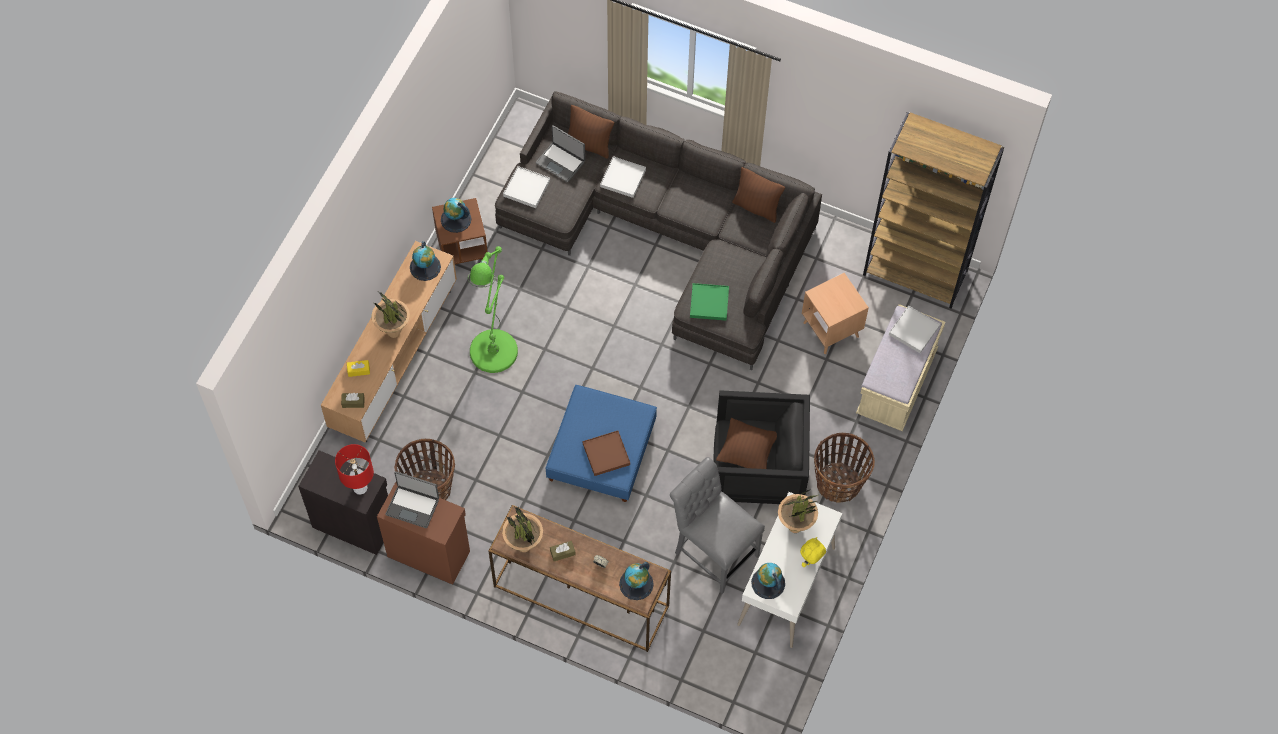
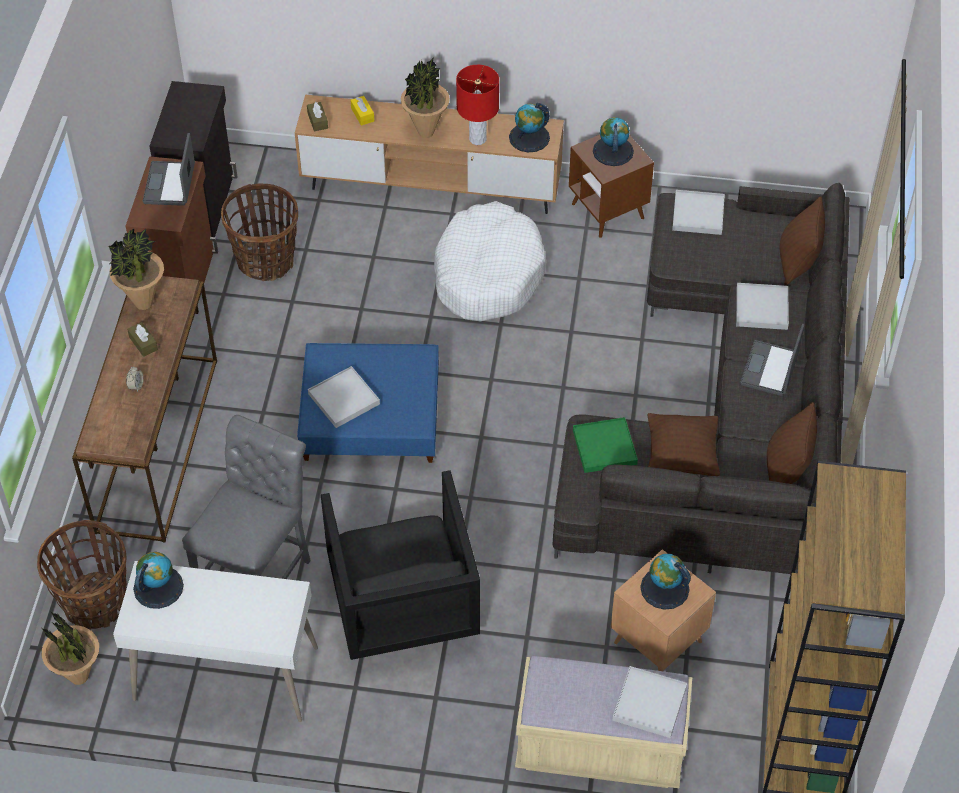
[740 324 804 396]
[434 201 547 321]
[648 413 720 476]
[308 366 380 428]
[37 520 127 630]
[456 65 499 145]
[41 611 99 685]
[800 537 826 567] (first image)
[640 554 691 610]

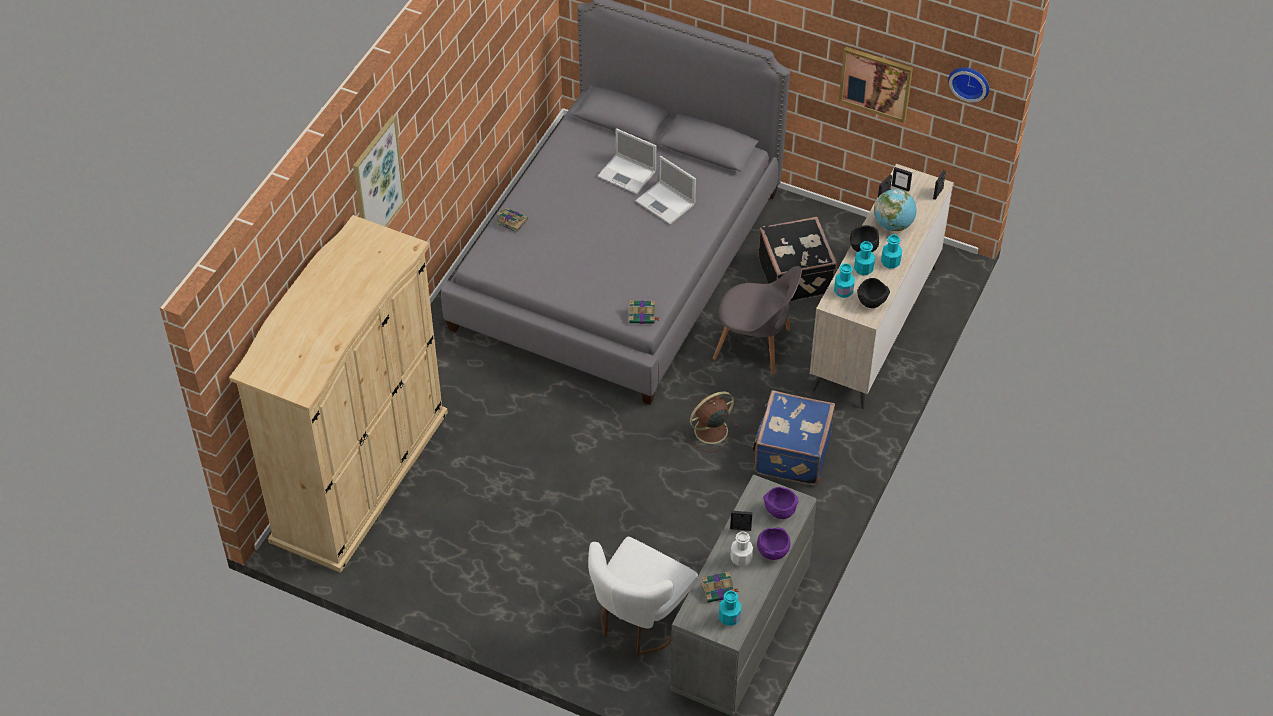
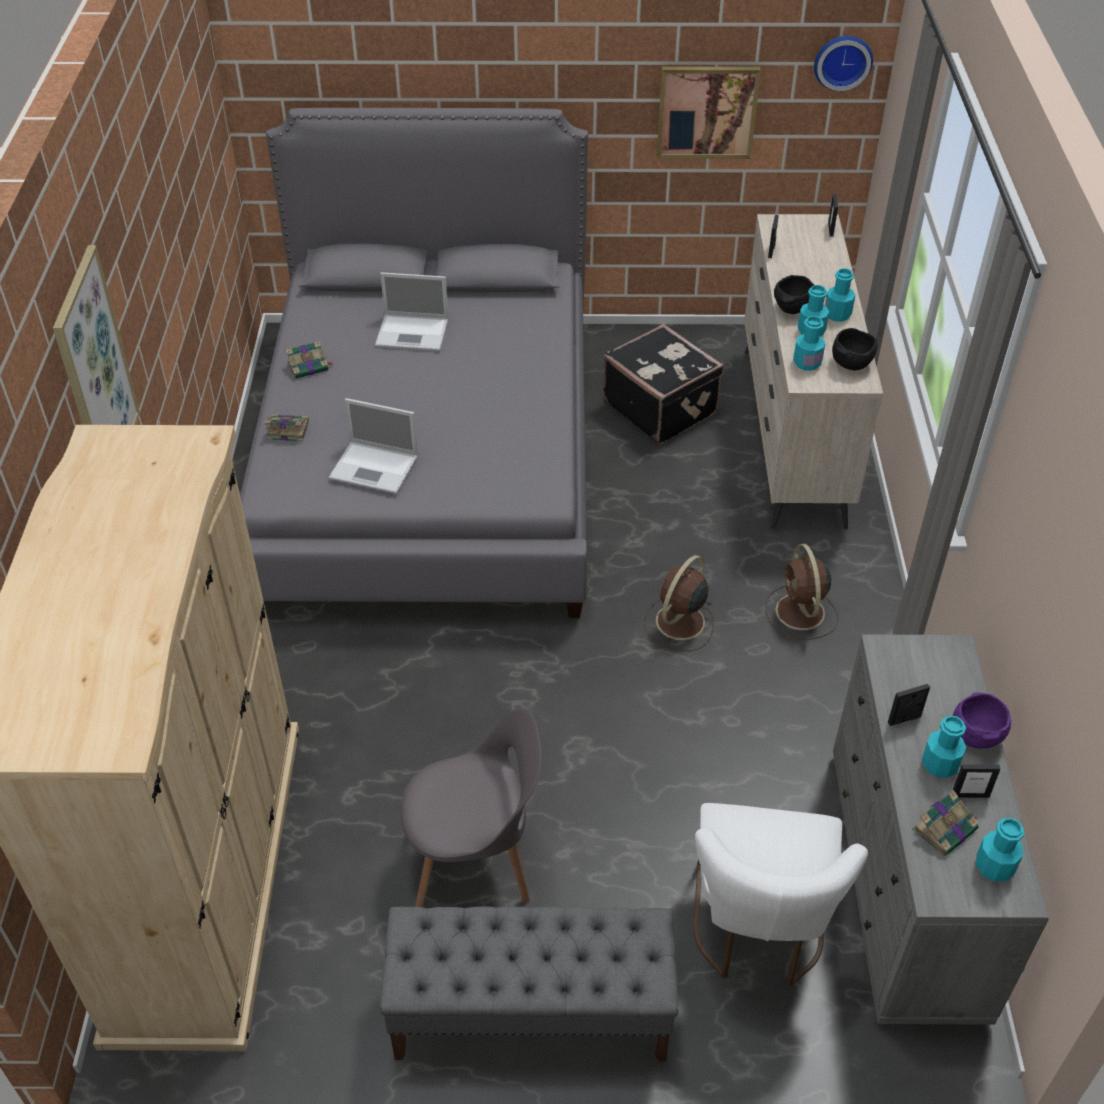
[328 398 418 494]
[953 764 1000 798]
[874 189 917 231] (first image)
[401 708 542 907]
[286 341 334 379]
[765 544 838 640]
[763 487 798 519] (first image)
[922 716 966 778]
[380 906 678 1062]

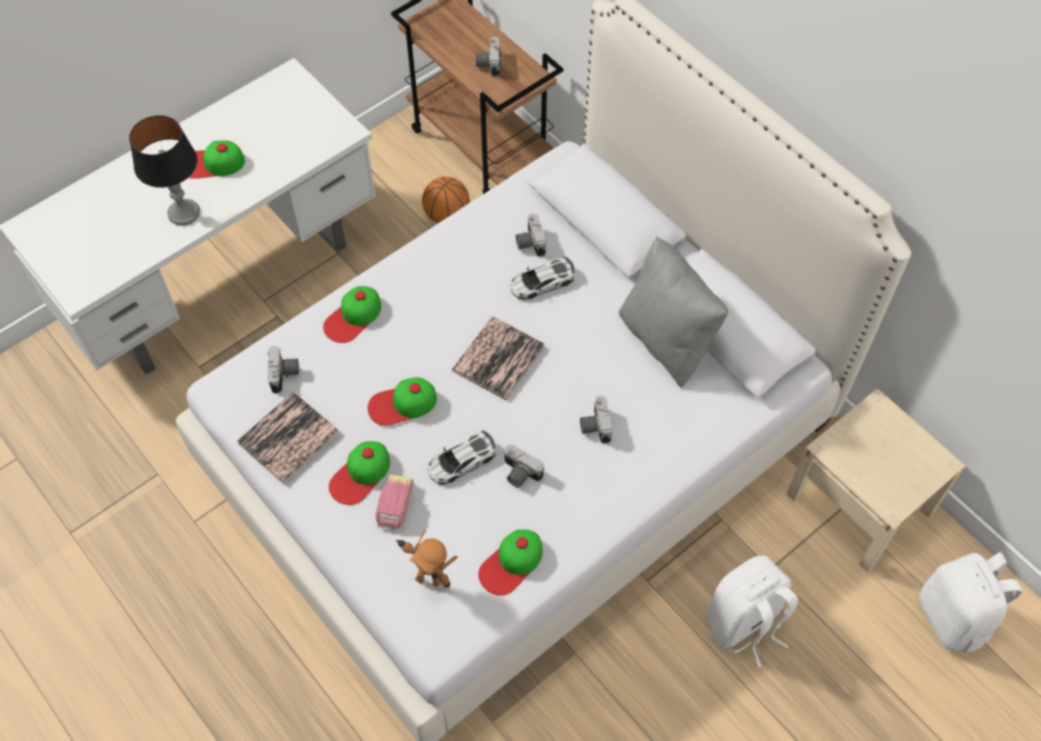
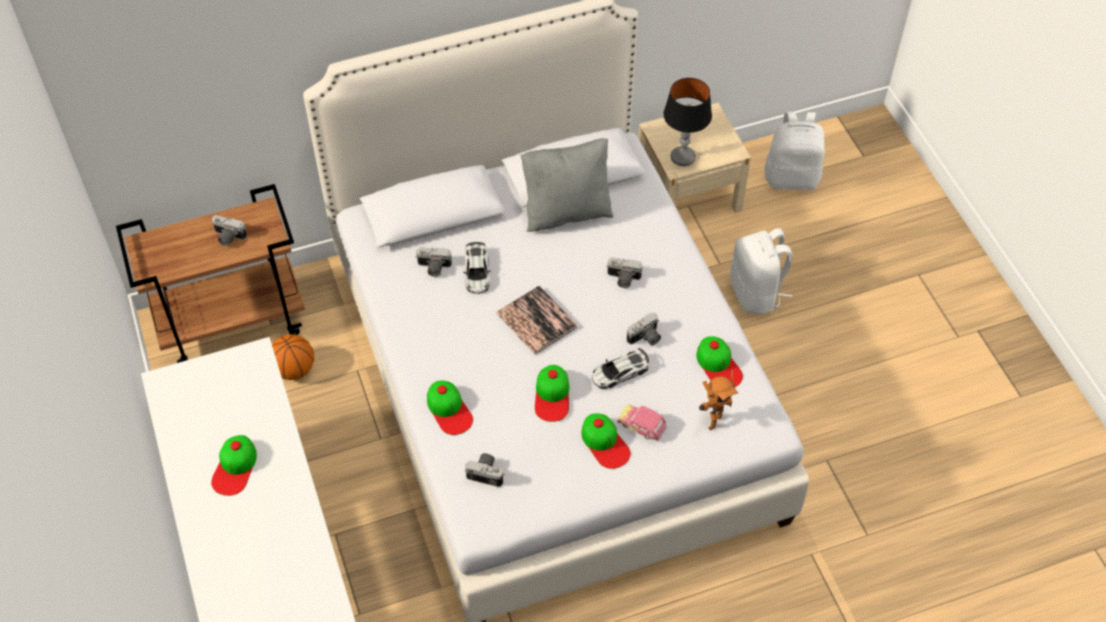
[663 78 712 166]
[237 392 339 483] (first image)
[592 348 649 389]

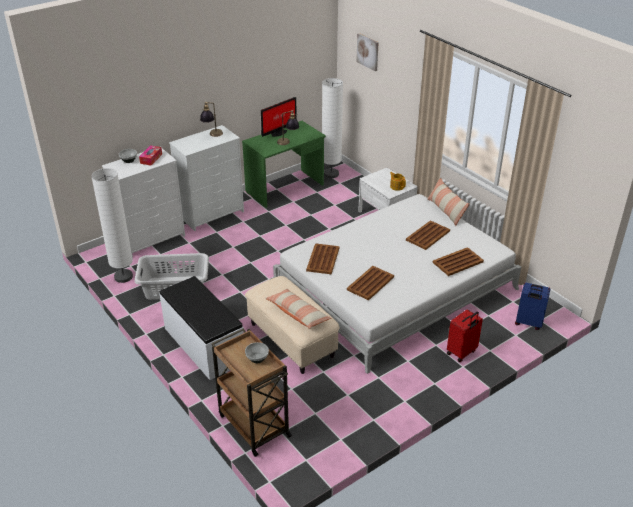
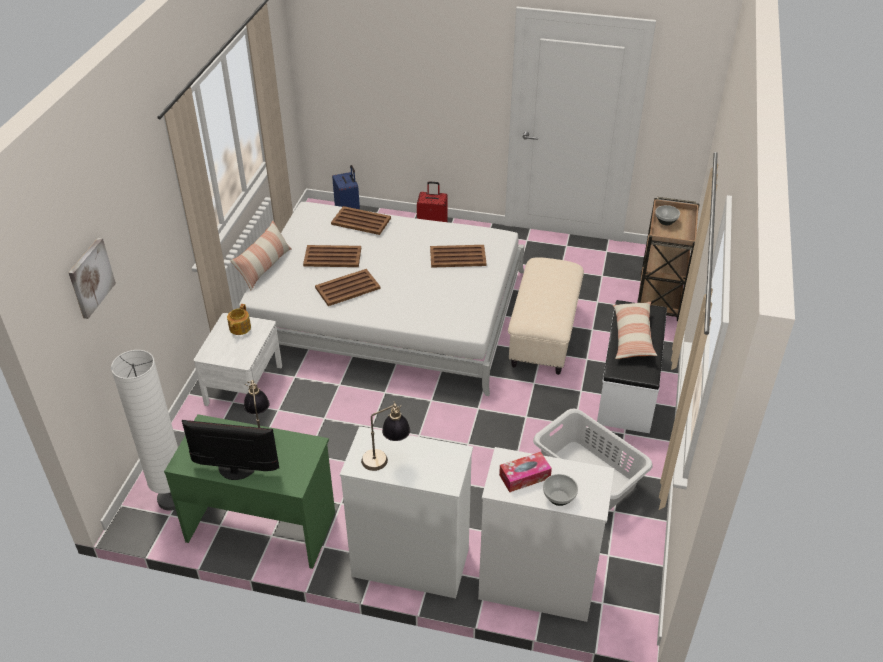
[91 168 133 283] (first image)
[315 269 381 306]
[613 302 657 359]

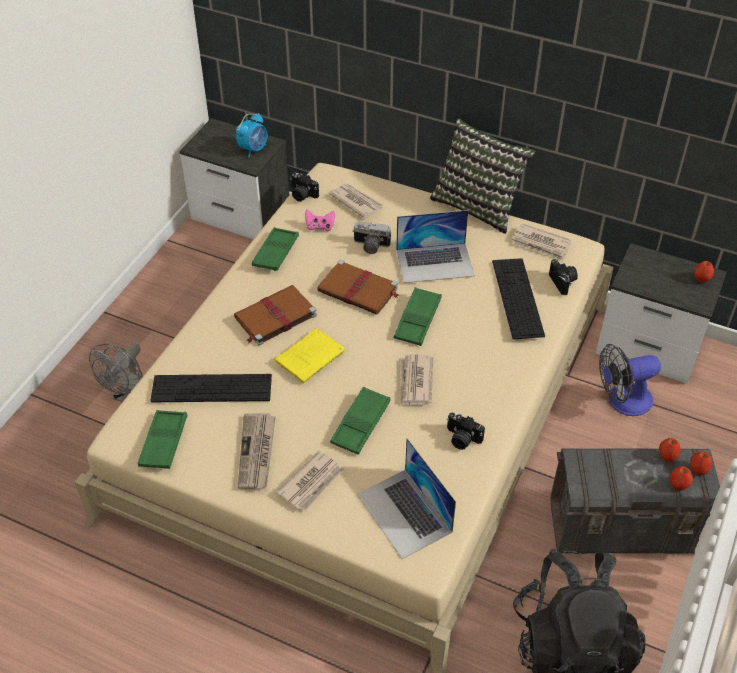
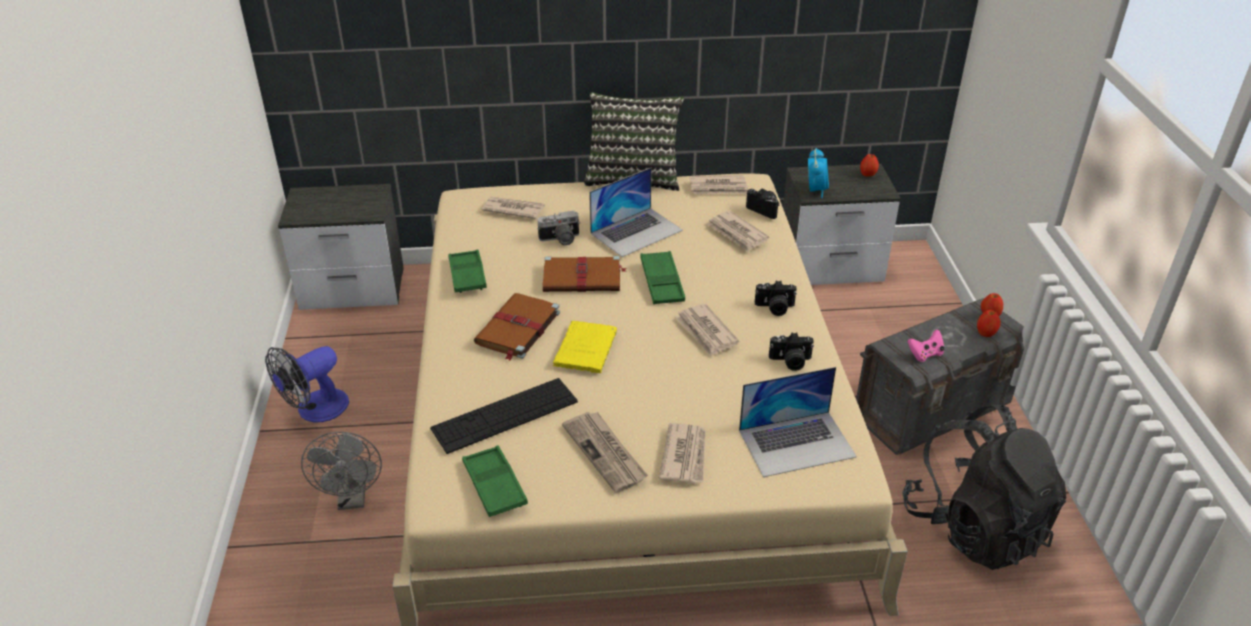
[808 148 829 198]
[755 280 797 316]
[908 329 945 362]
[707 211 769 252]
[265 346 349 422]
[330 387 391 455] (first image)
[739 367 857 477]
[659 438 681 462] (first image)

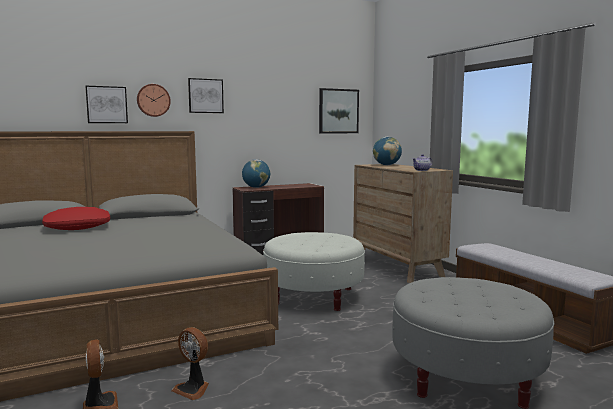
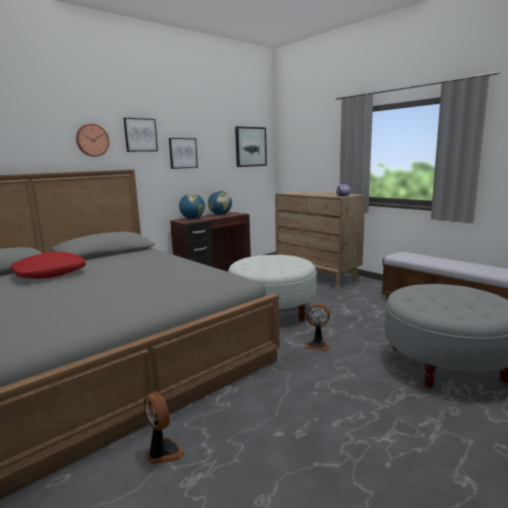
[169 138 198 169]
[208 190 232 215]
[304 303 330 351]

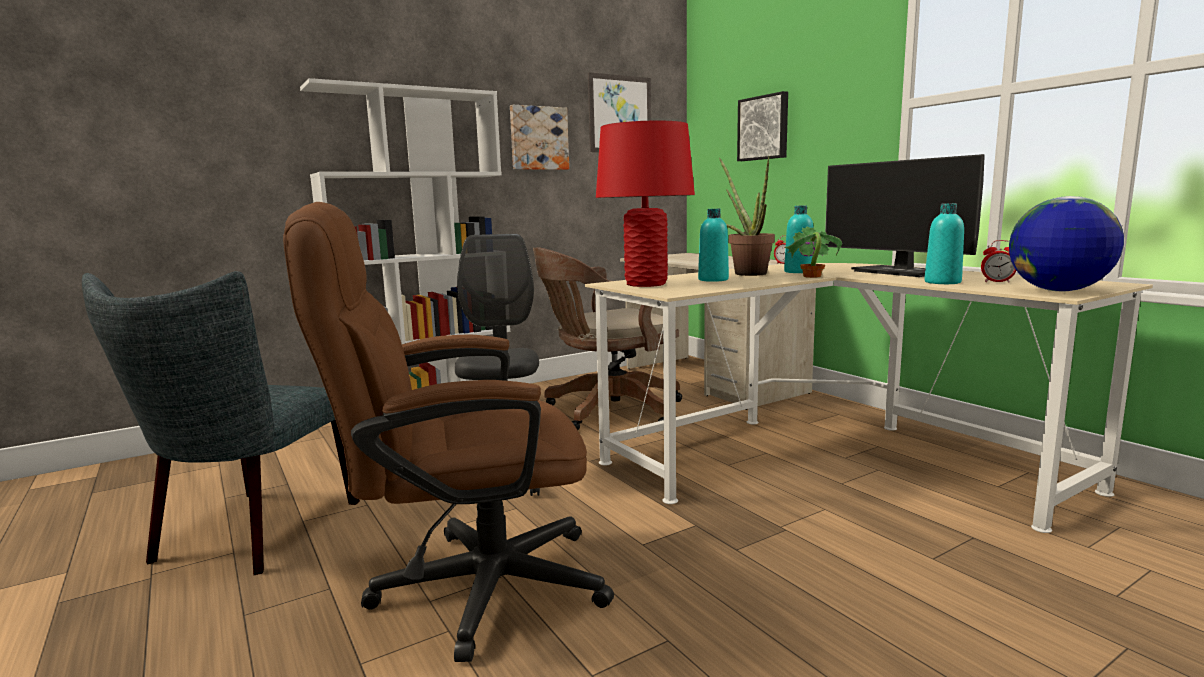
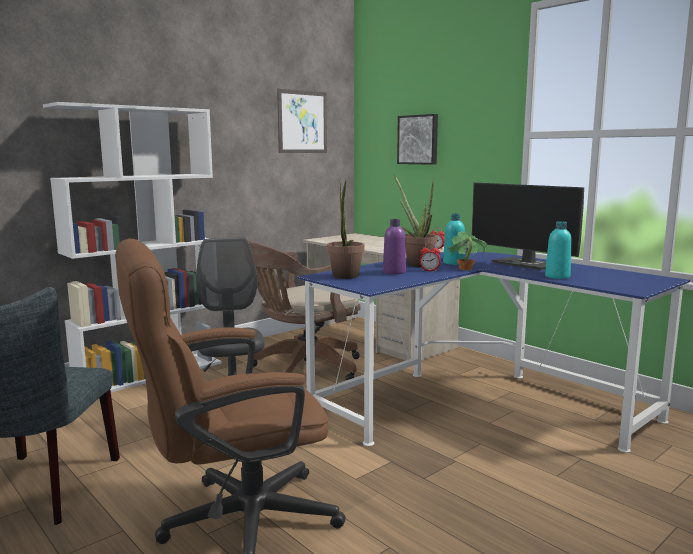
[510 105 569 170] (first image)
[327 180 365 279]
[1009 196 1124 291] (first image)
[383 219 406 274]
[420 243 441 272]
[297 252 690 453]

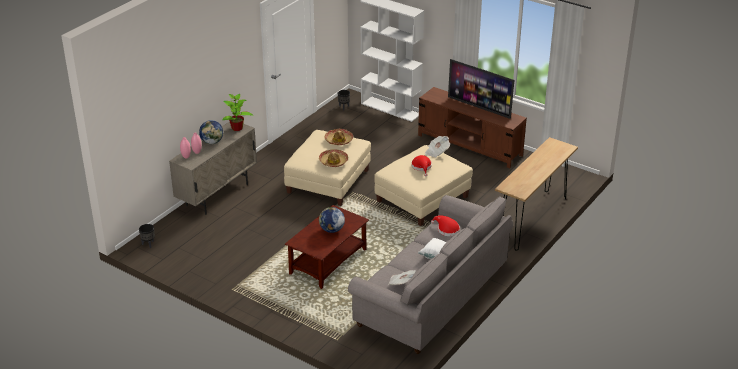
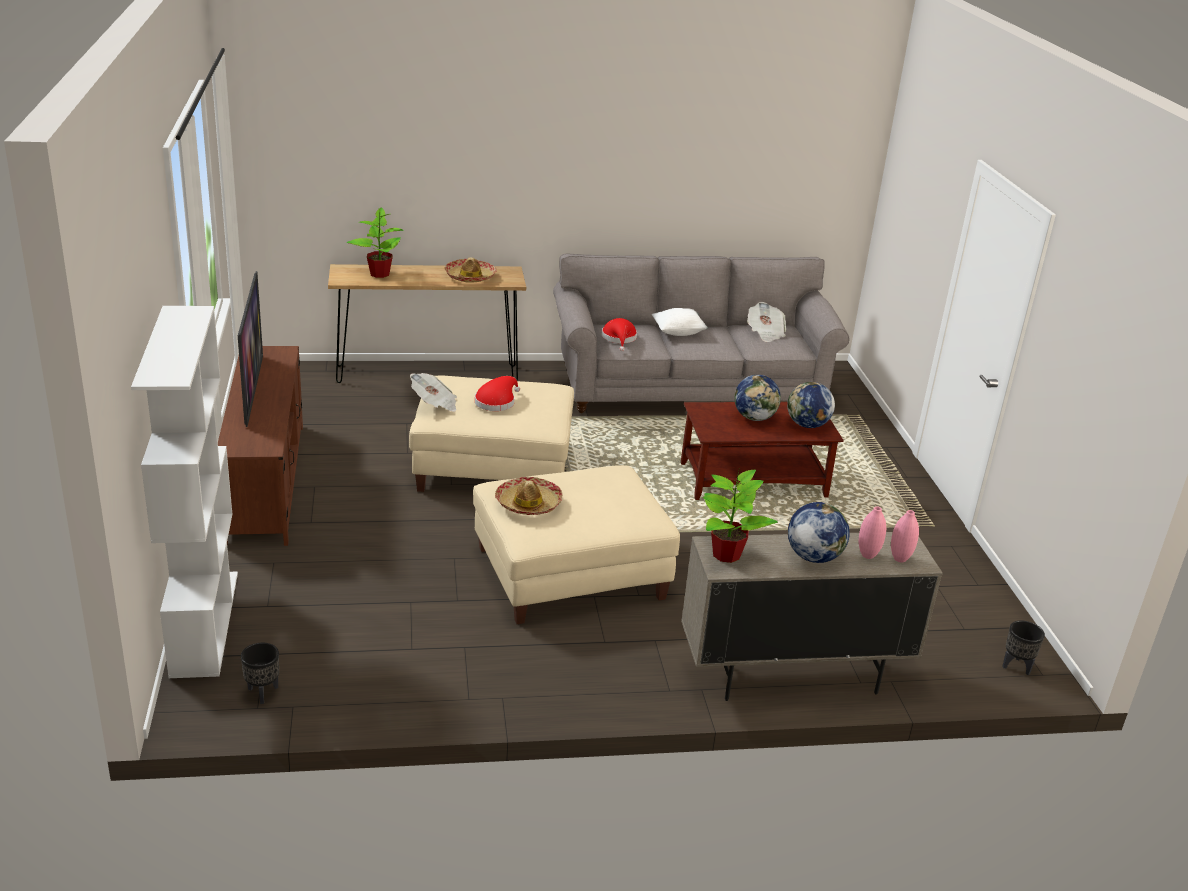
[444 257 497 283]
[347 207 404 278]
[787 382 835 428]

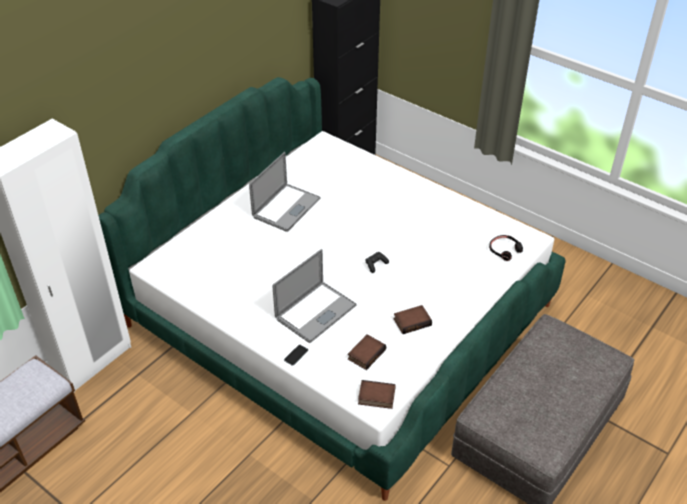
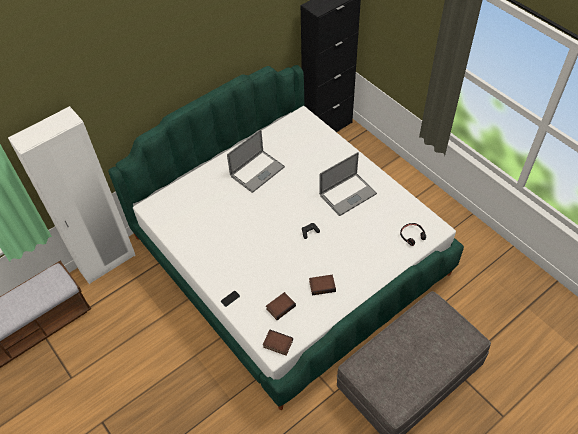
[319 152 377 216]

